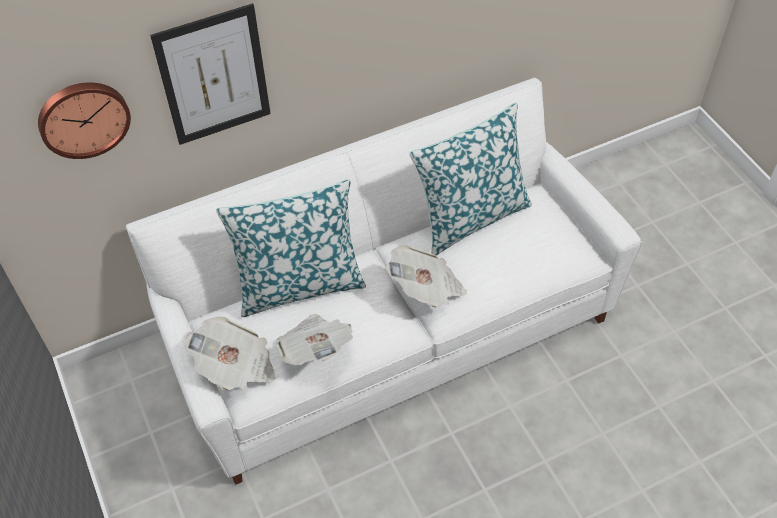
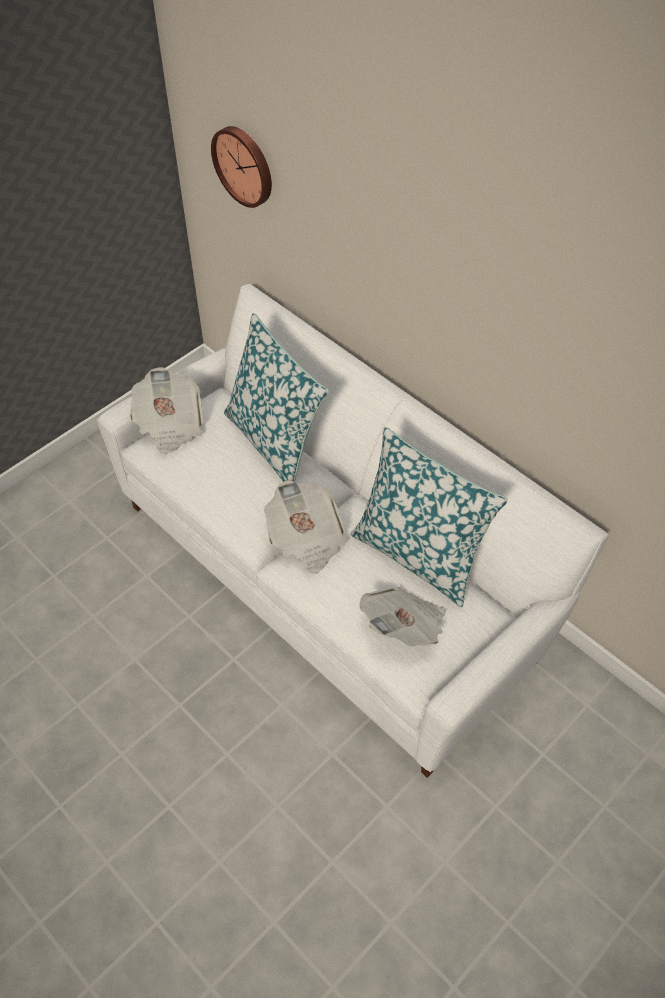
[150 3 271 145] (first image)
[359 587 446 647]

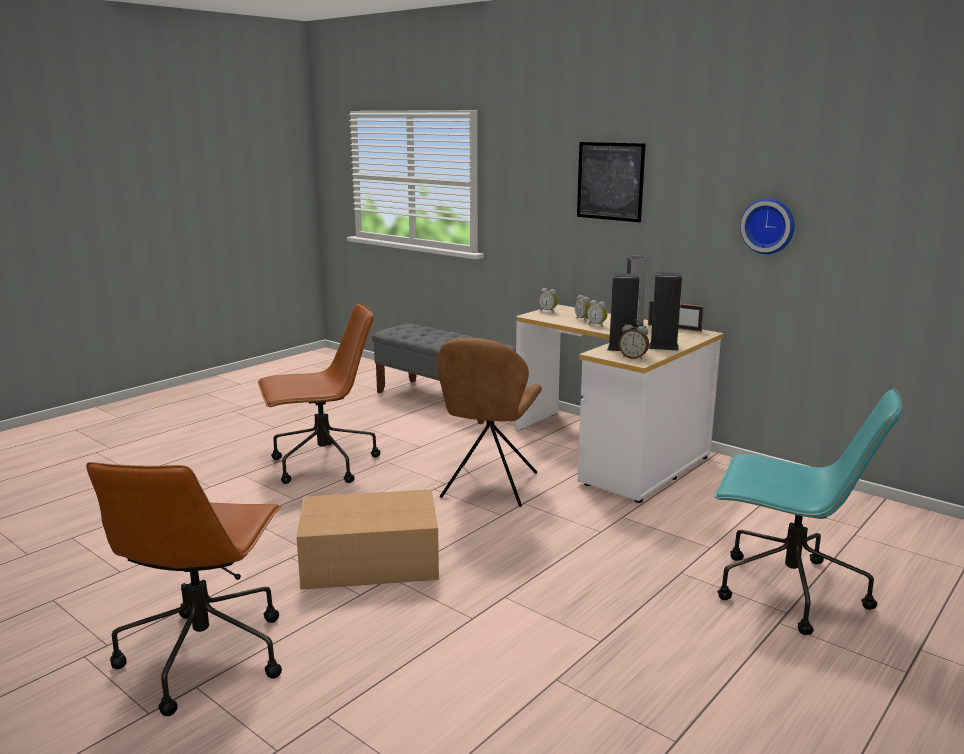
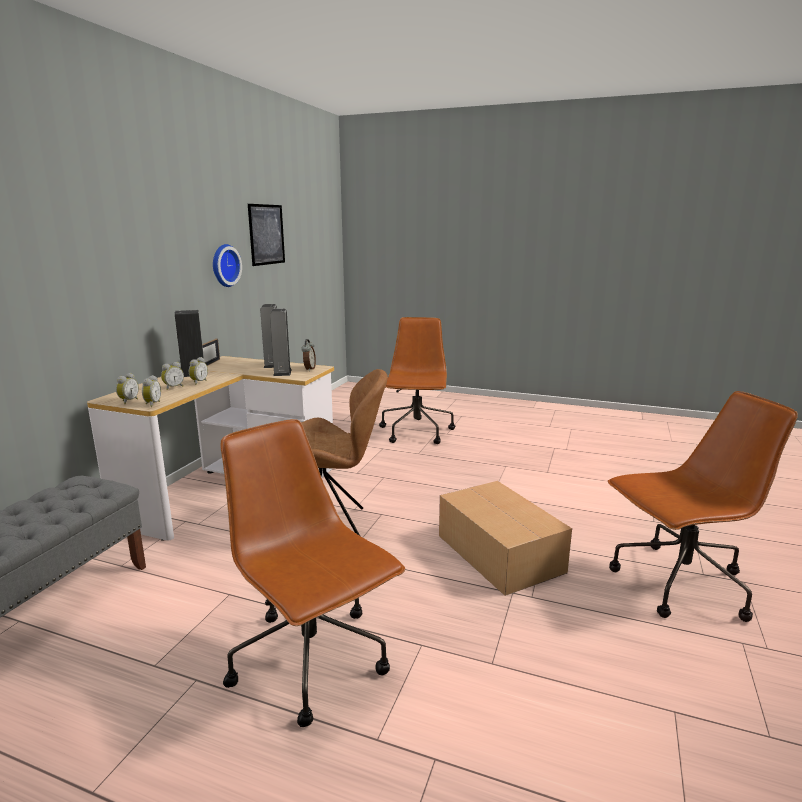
[248 204 285 266]
[379 317 455 444]
[142 375 161 407]

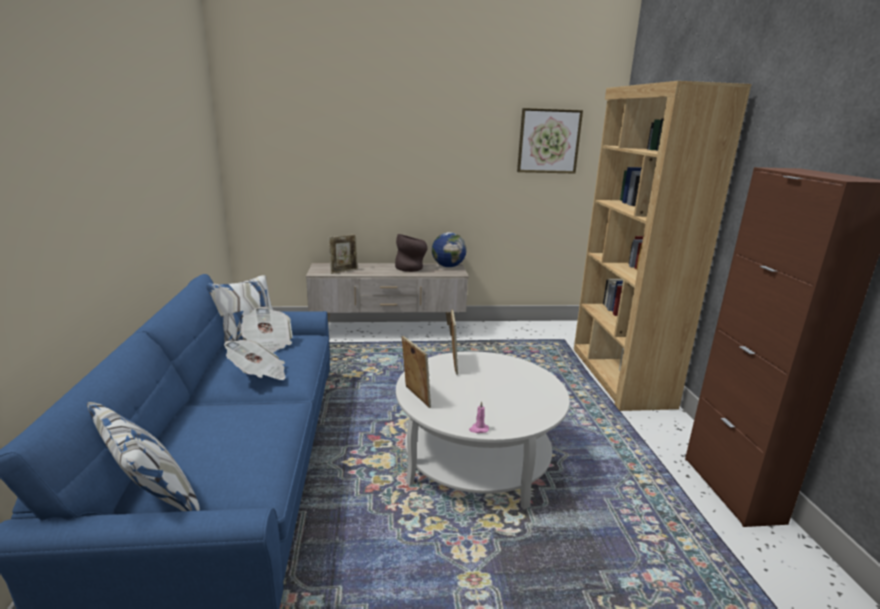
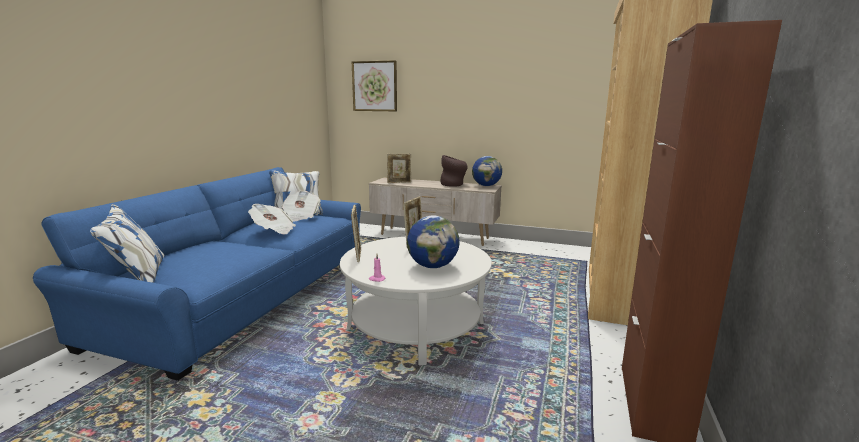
[352 60 397 111]
[407 215 460 268]

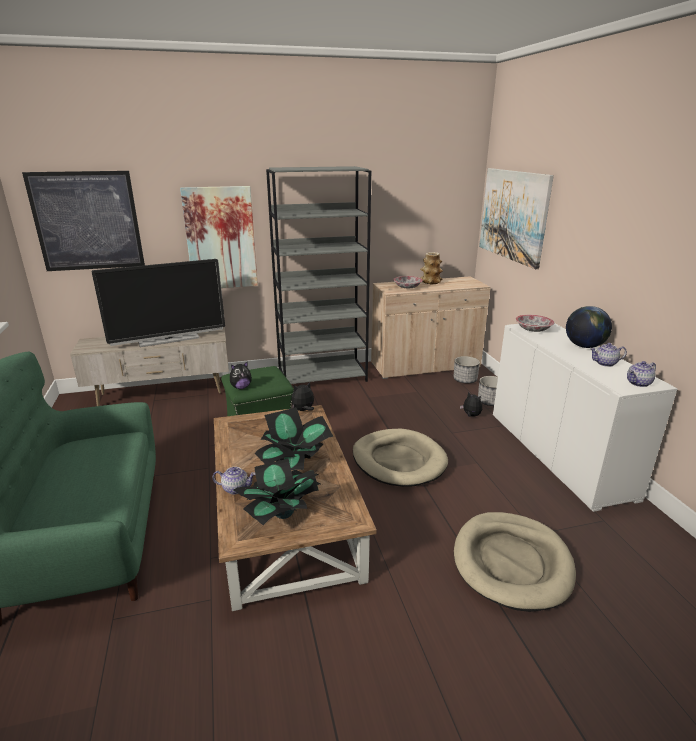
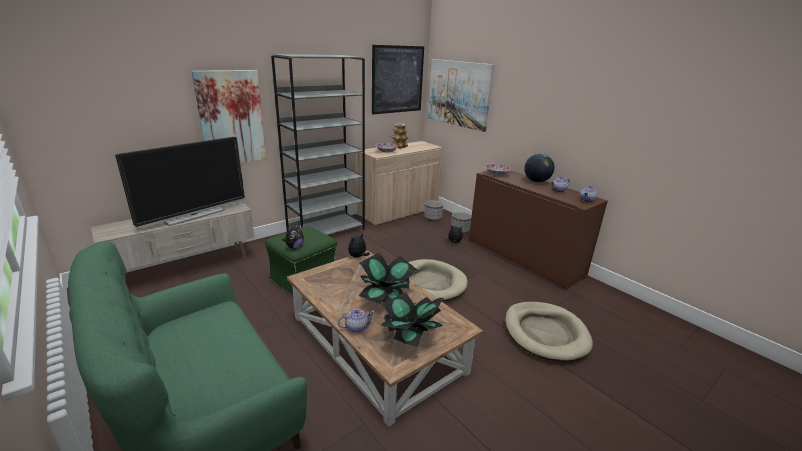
[372 45 424 115]
[469 170 608 290]

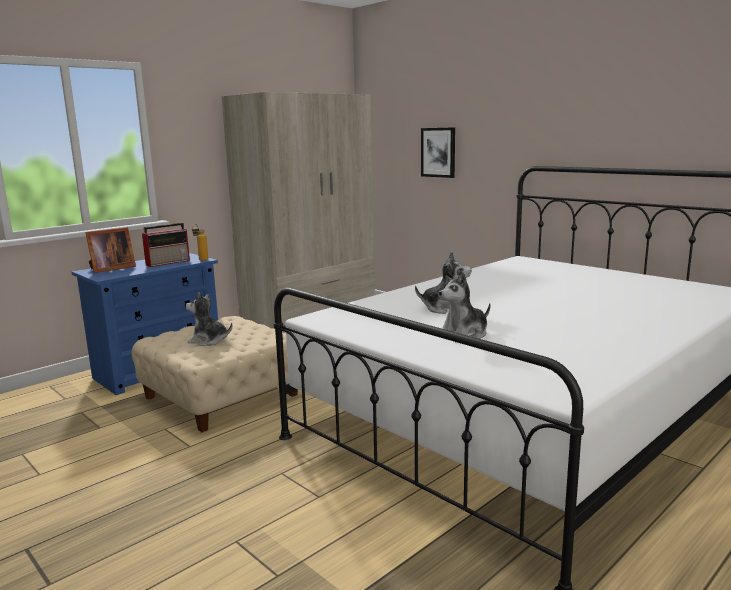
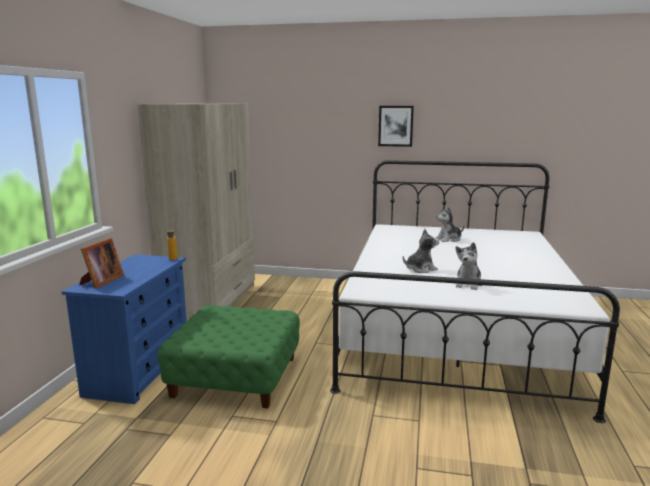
[378 106 414 147]
[142 223 190 267] (first image)
[435 207 465 242]
[158 305 300 408]

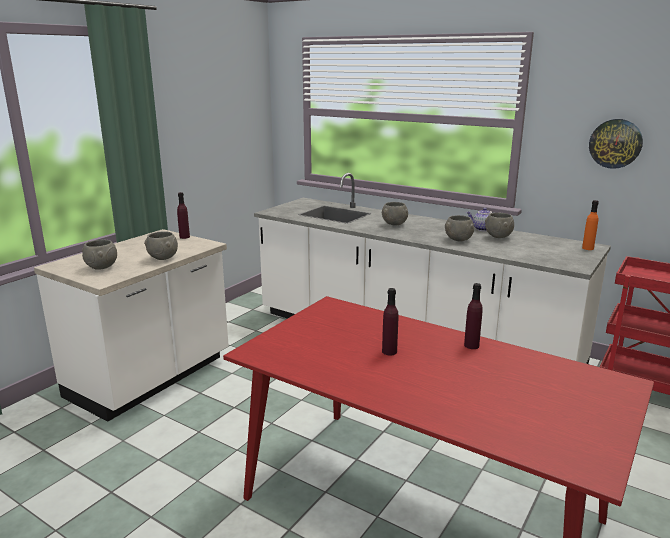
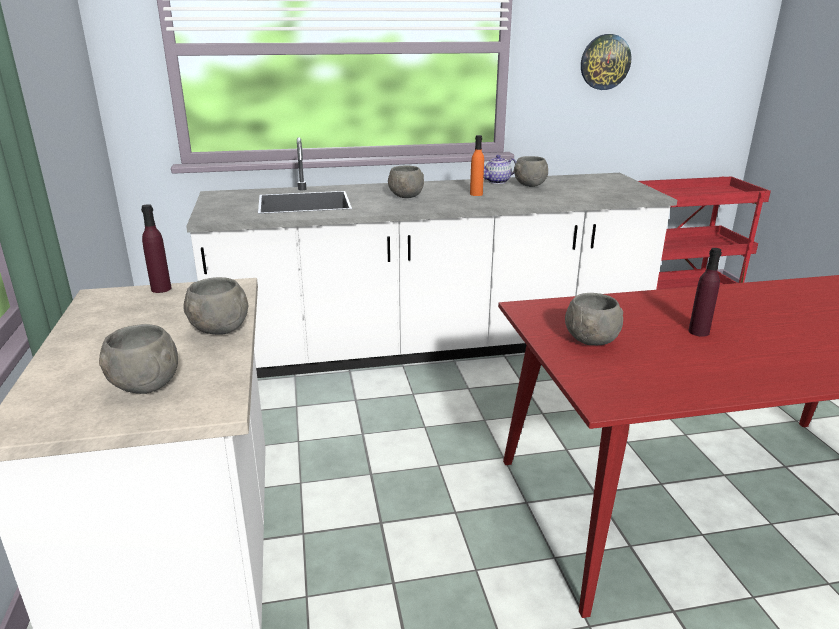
[470 135 484 196]
[565 293 623 345]
[464 283 483 349] (first image)

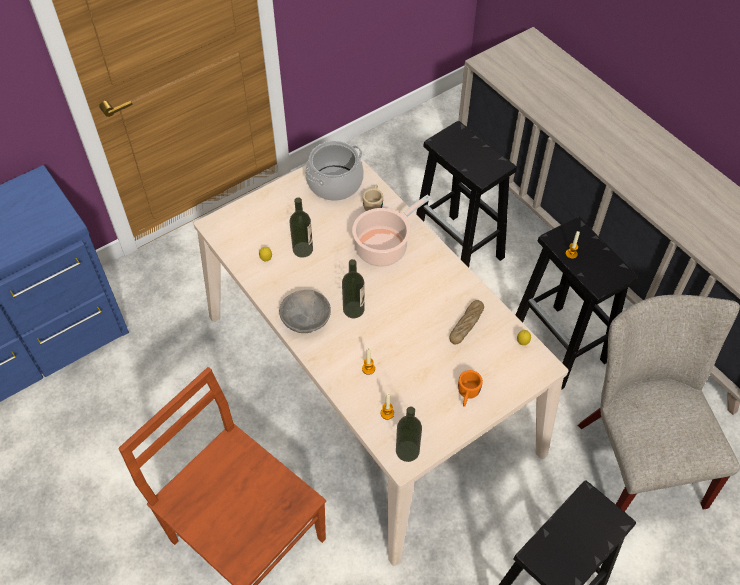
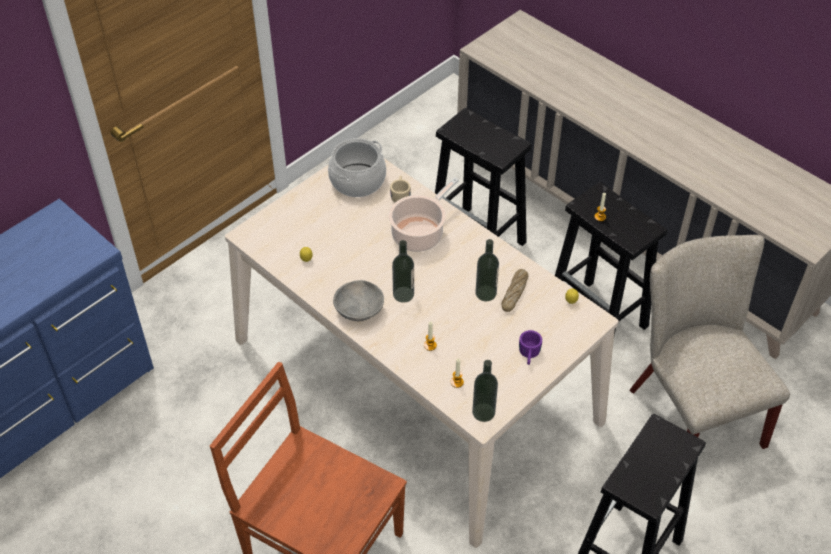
[476 239 499 301]
[519 330 542 365]

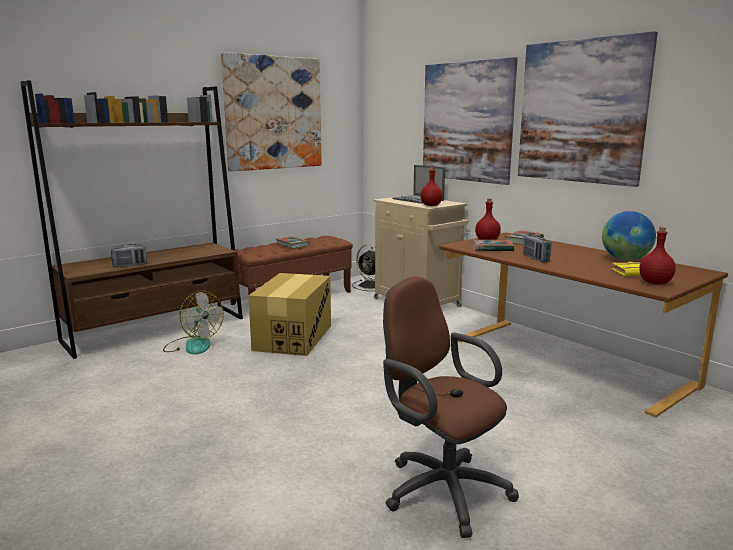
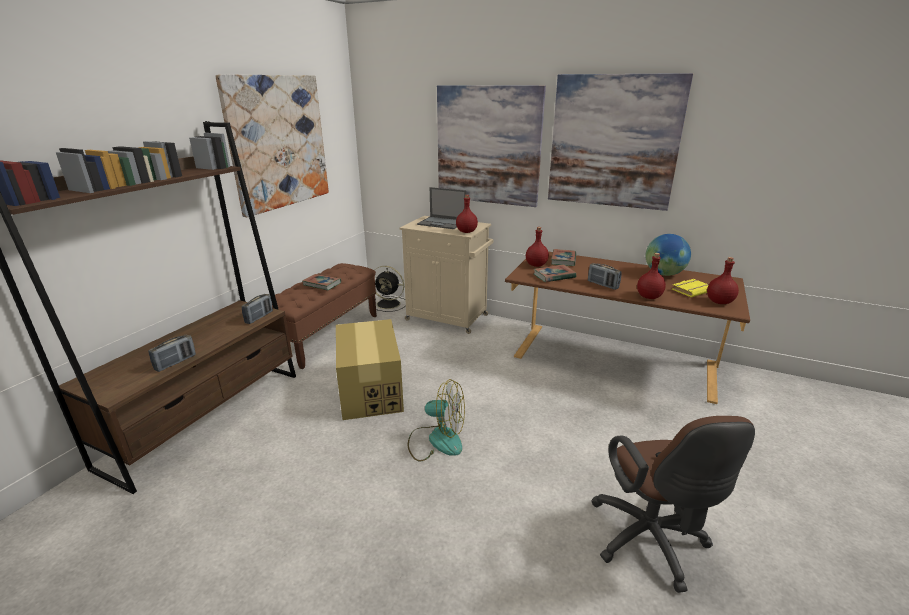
[591 416 755 593]
[408 379 465 462]
[637 253 666 299]
[241 294 273 324]

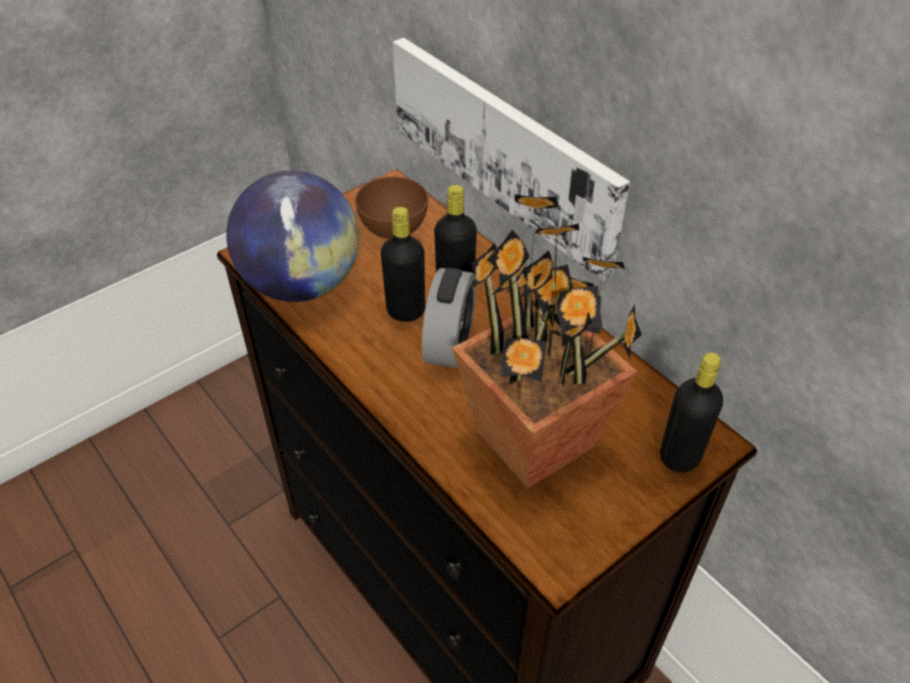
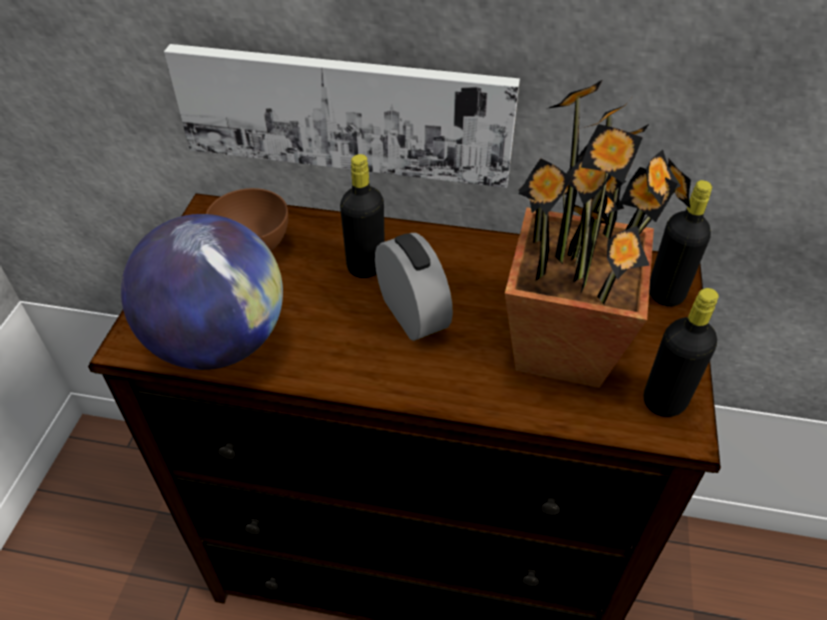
[644 288 719 417]

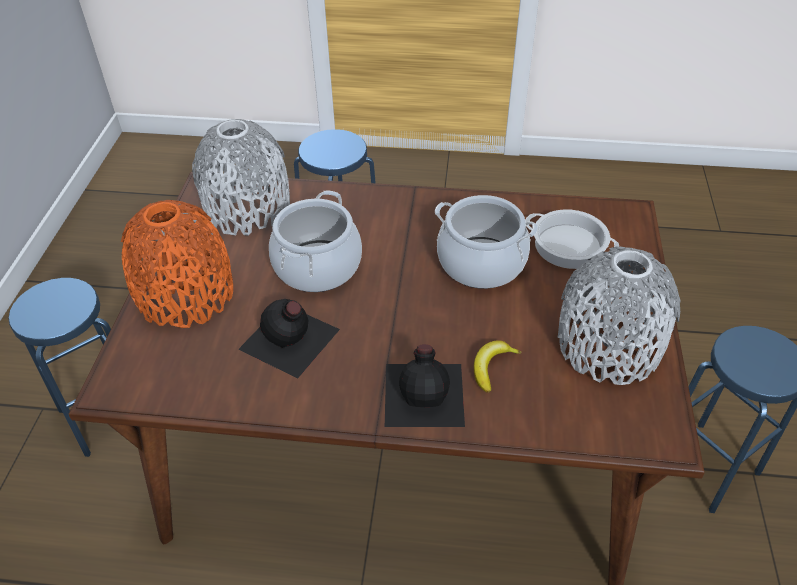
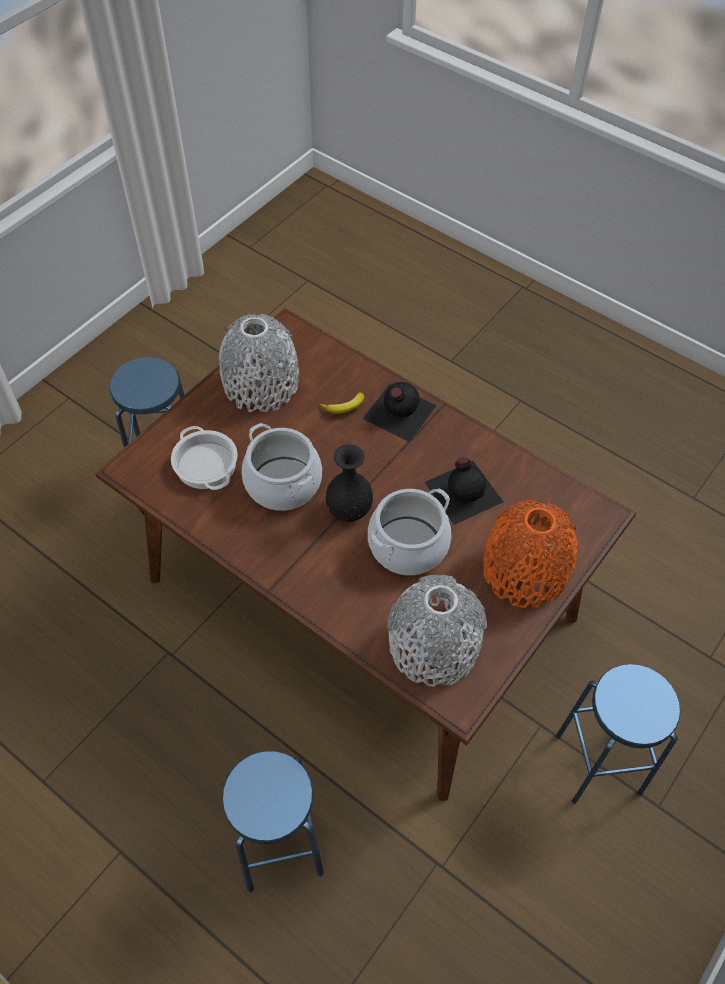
[326 444 373 522]

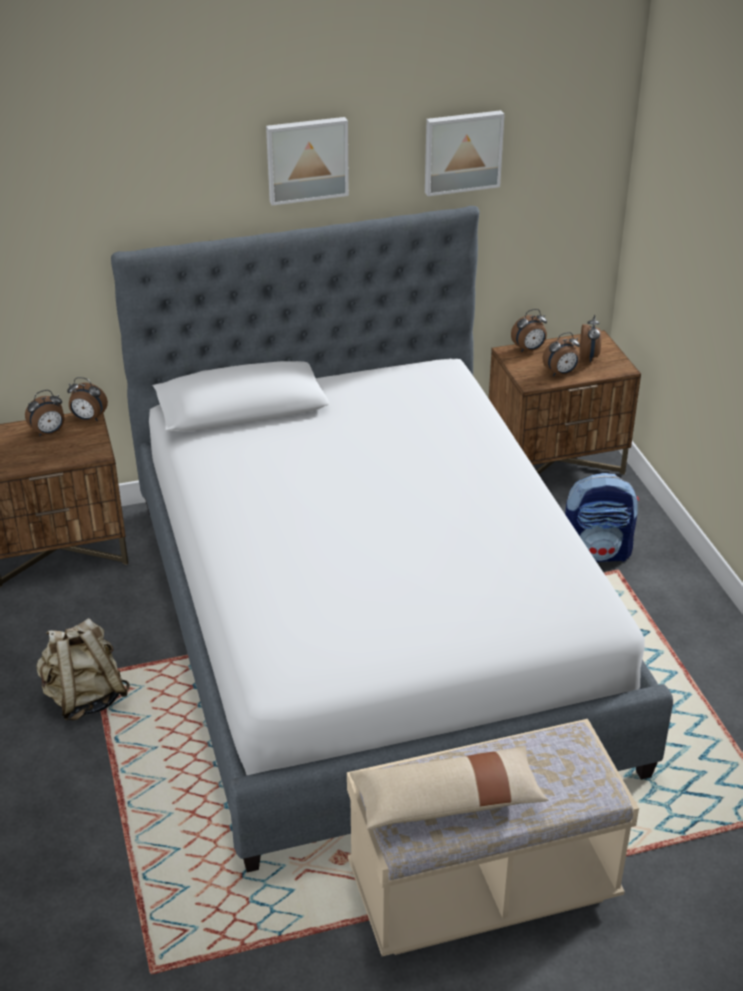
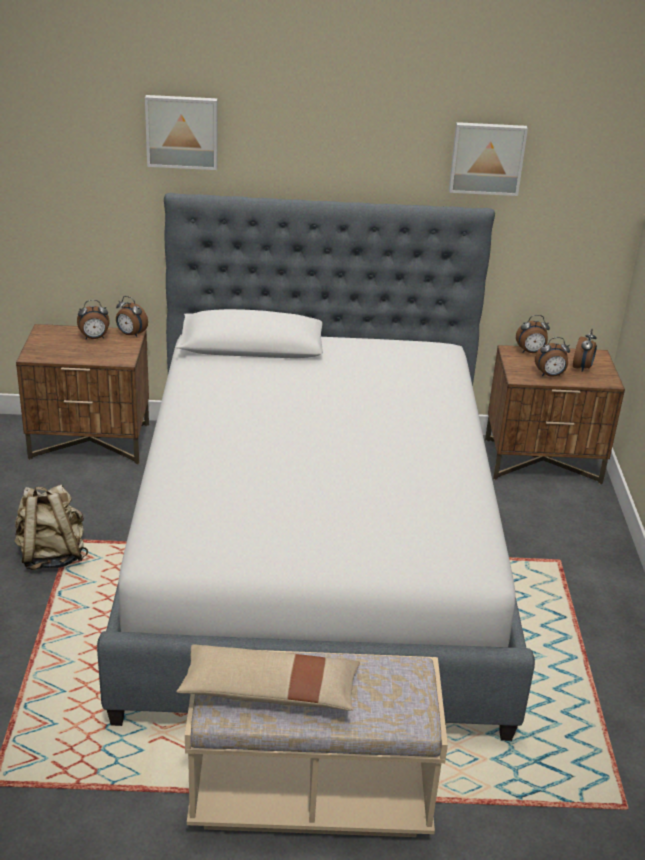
[145 95 218 170]
[565 473 639 562] (first image)

